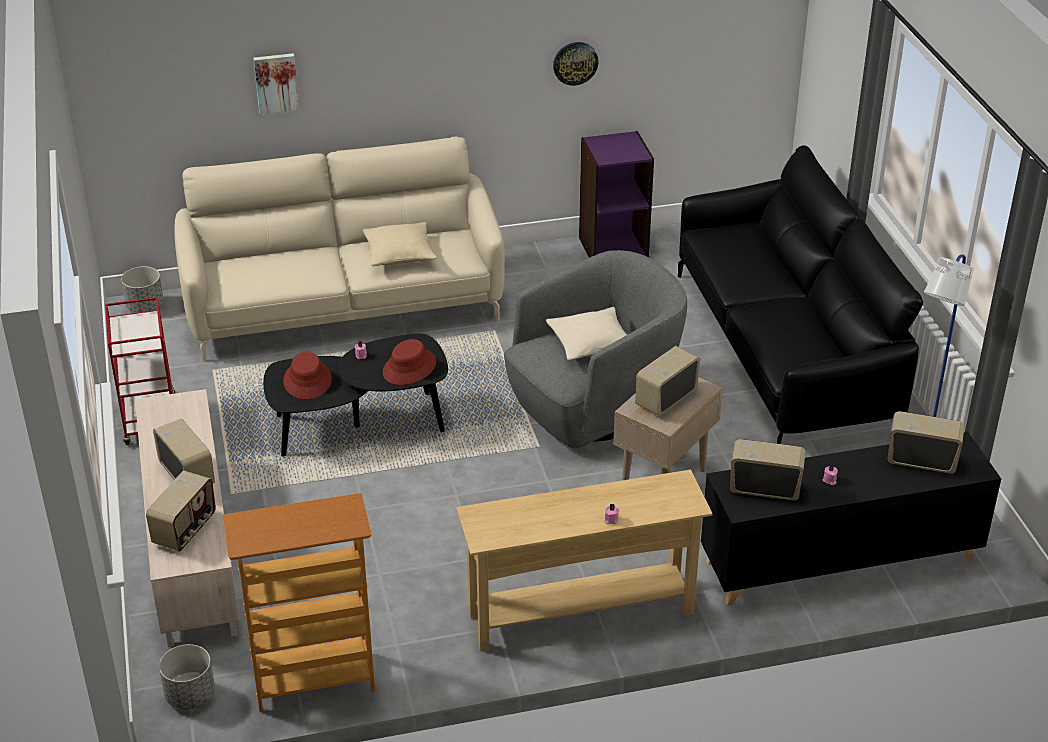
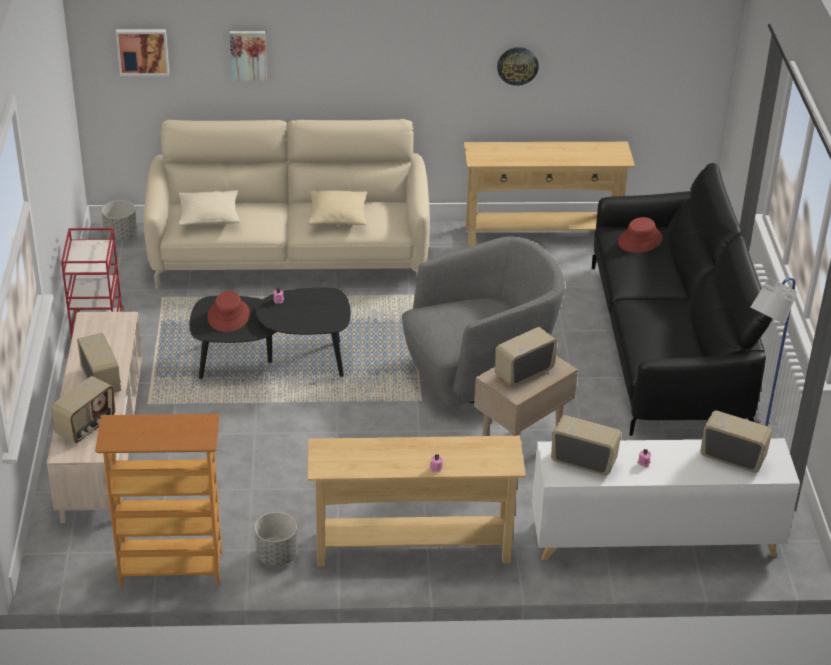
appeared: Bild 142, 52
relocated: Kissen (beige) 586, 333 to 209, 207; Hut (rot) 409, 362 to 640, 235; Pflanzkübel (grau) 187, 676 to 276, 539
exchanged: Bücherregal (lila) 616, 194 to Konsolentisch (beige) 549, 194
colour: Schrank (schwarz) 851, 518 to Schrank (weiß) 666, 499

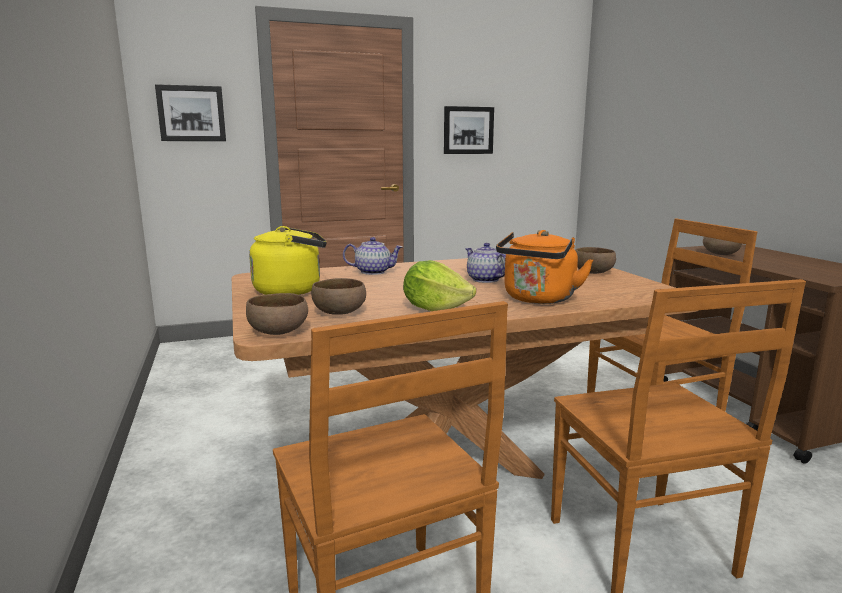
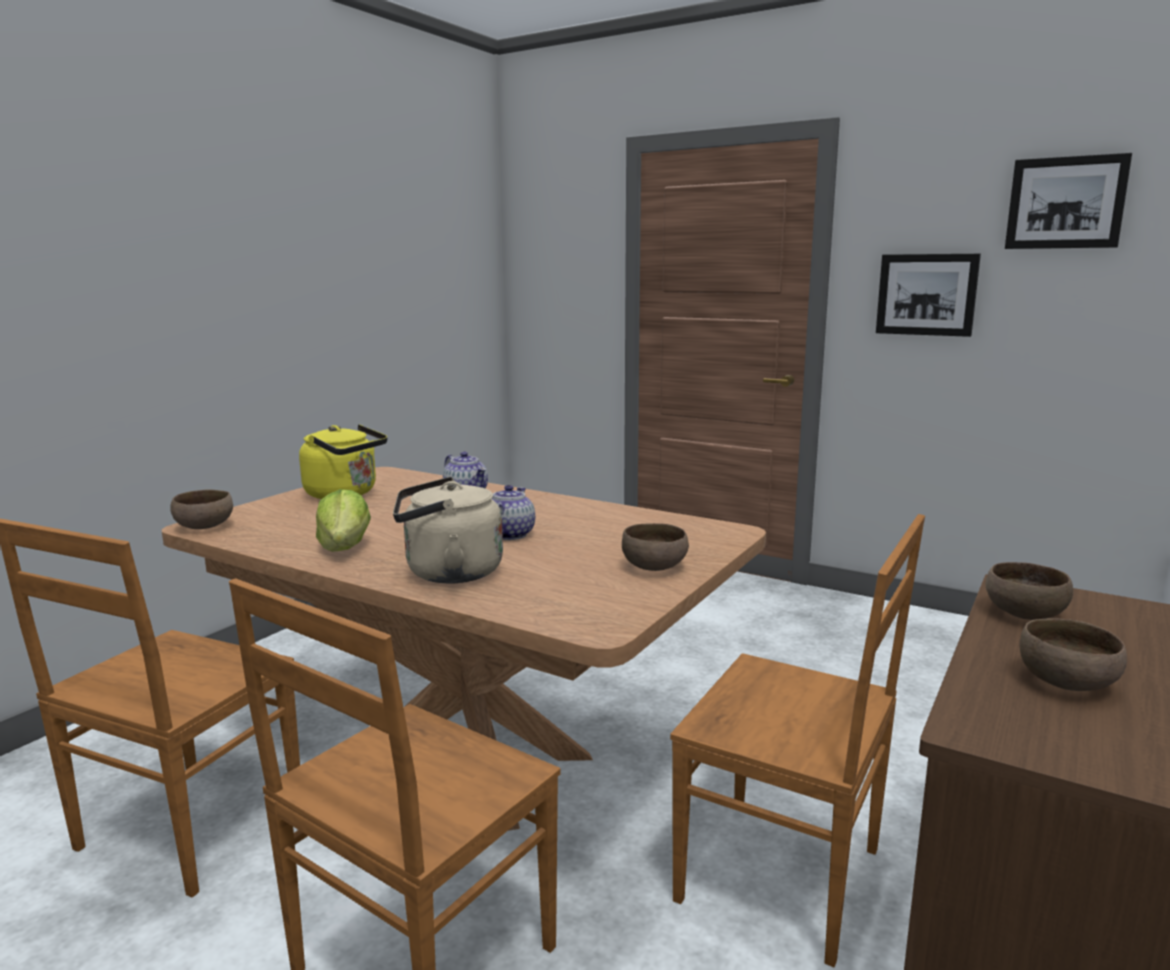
relocated: Bild 190, 112 to 1068, 201; Schüssel (braun) 338, 296 to 1073, 654
colour: Wasserkessel (orange) 544, 267 to Wasserkessel (beige) 448, 530

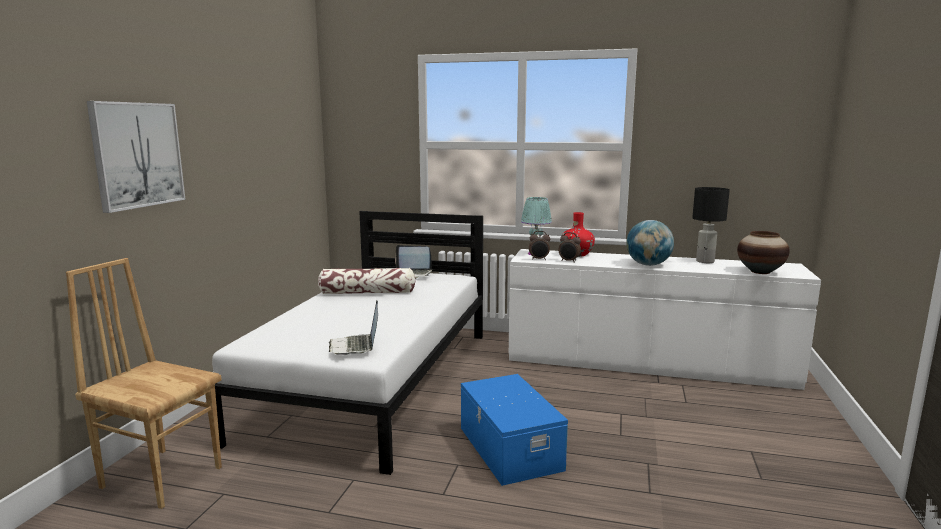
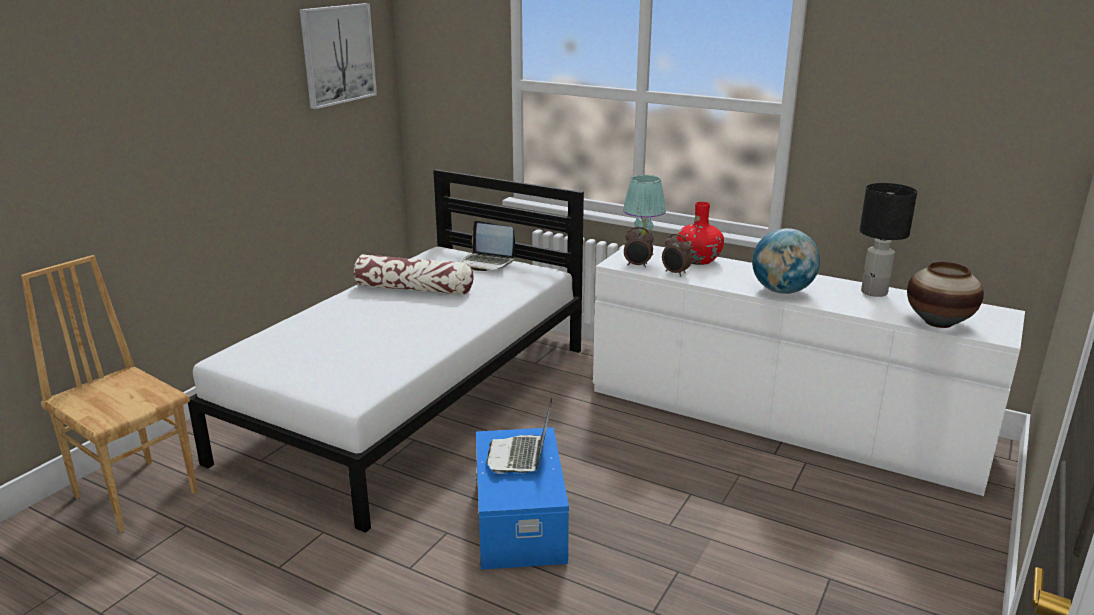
relocated: Bild 136, 157 to 338, 56; Laptop 353, 328 to 519, 435

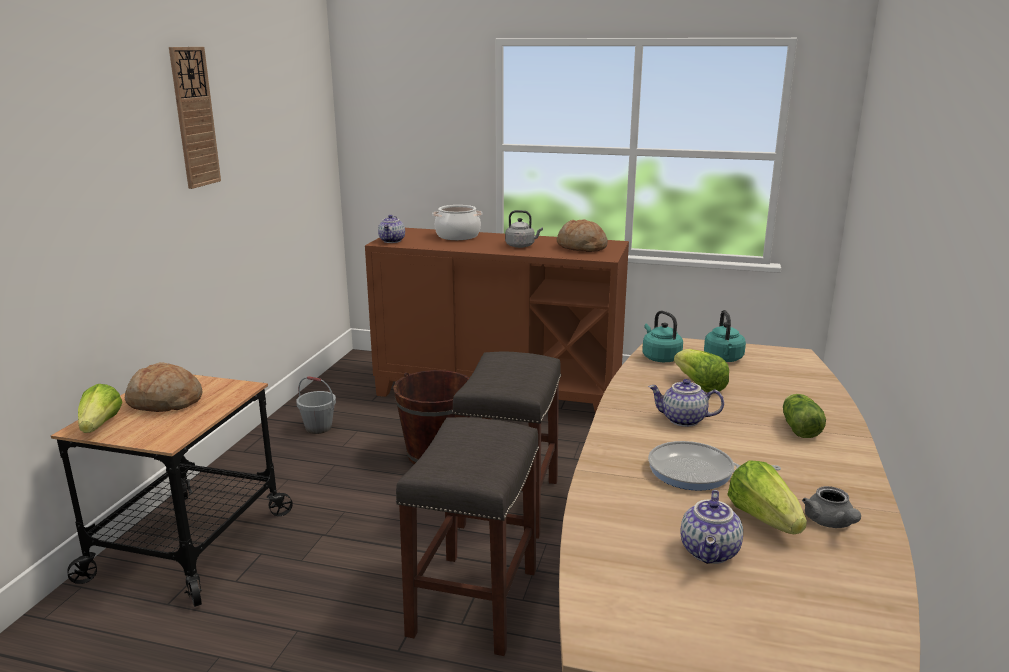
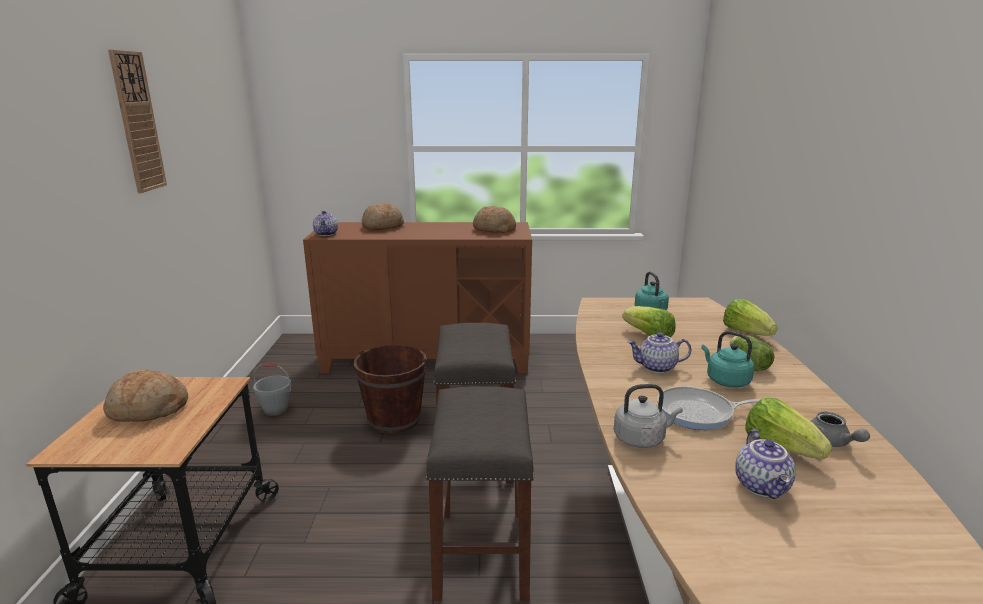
relocated: Wasserkessel (grau) 524, 229 to 648, 416; Wasserkessel (türkis) 662, 336 to 727, 359; Salatkopf 100, 408 to 750, 317
exchanged: Kochtopf 457, 222 to Brot 383, 217

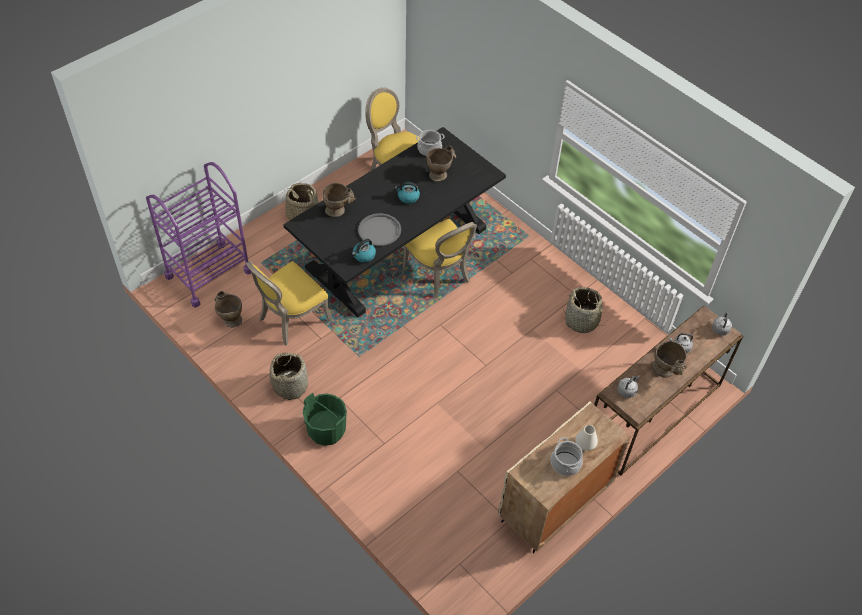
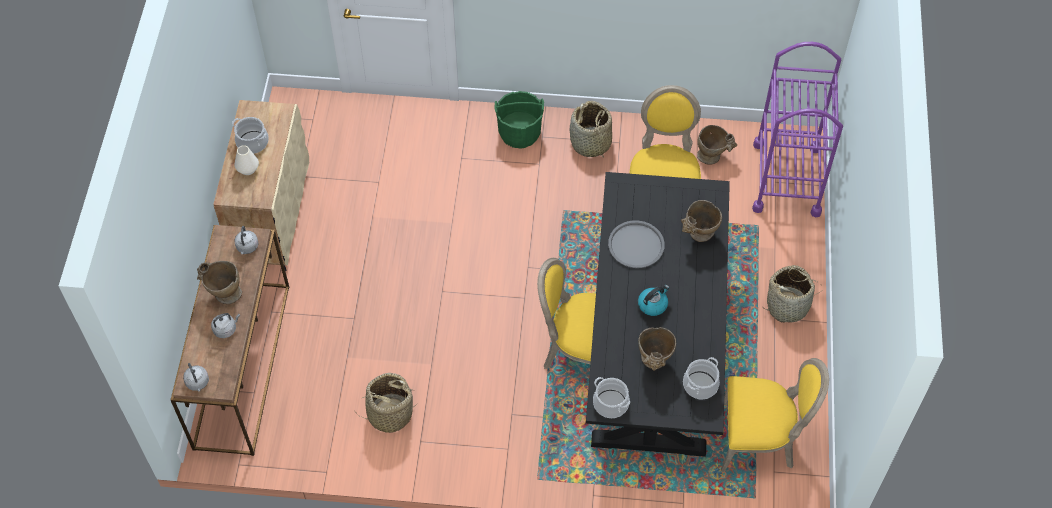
missing: Wasserkessel 364, 251
appeared: Kochtopf 611, 397

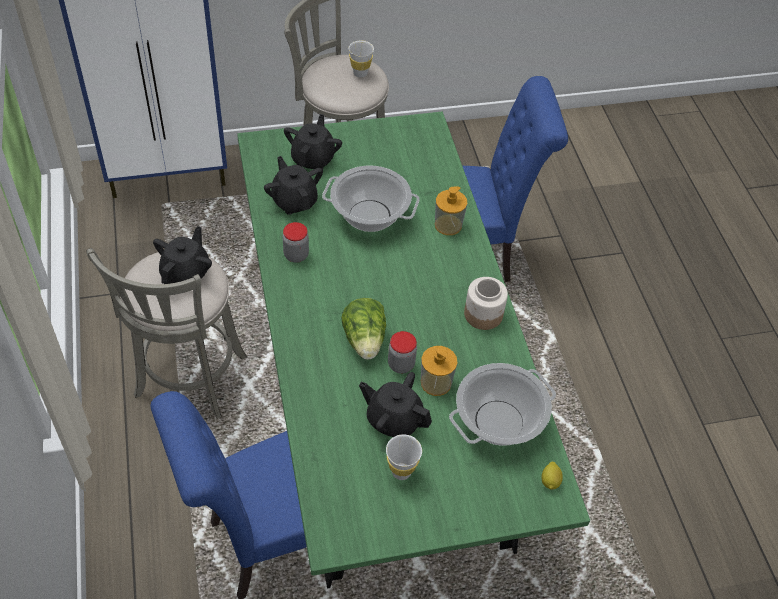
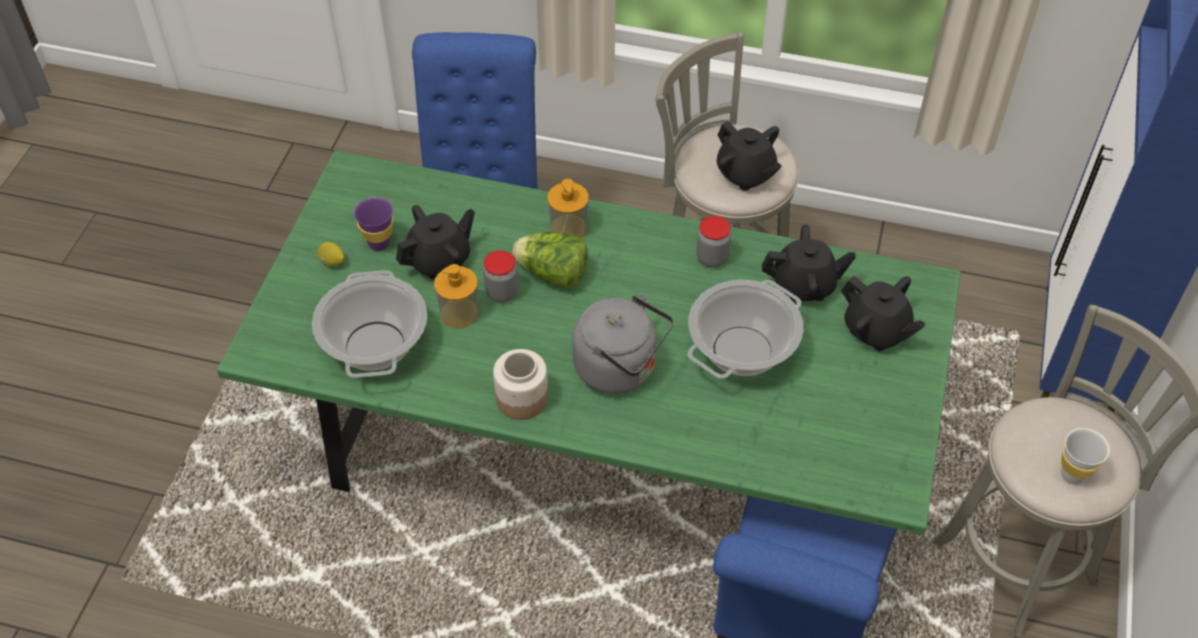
appeared: Wasserkessel (grau) 623, 344
relocated: Seifenspender 451, 210 to 568, 208; Zitrone 552, 476 to 331, 254
colour: Tasse (weiß) 404, 457 to Tasse (lila) 373, 224

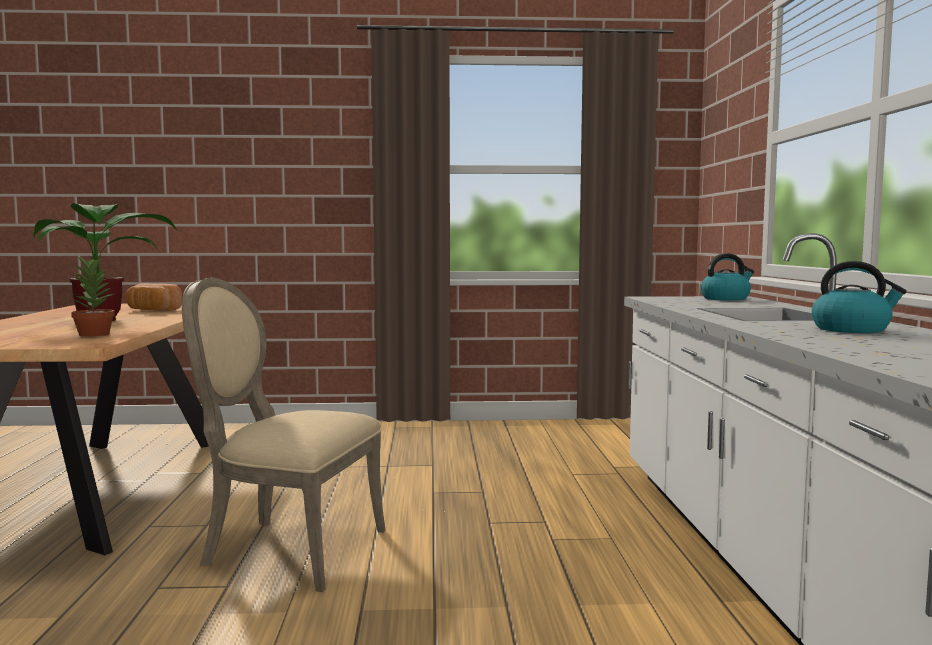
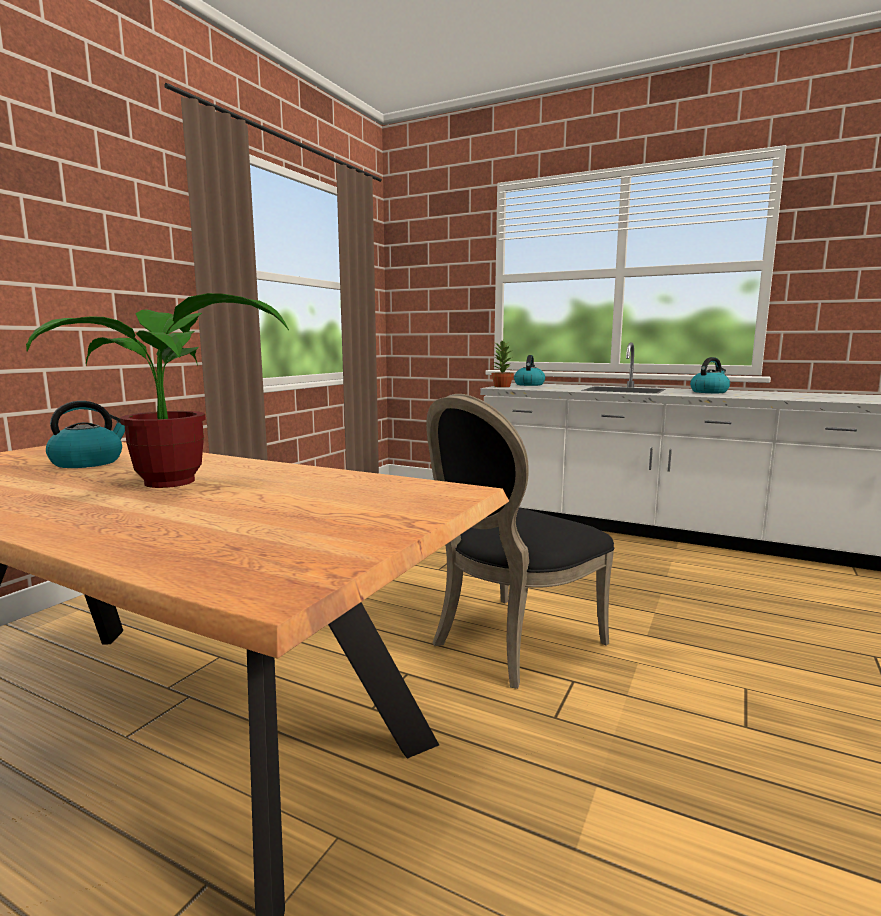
relocated: Topfpflanze 93, 297 to 502, 364
exchanged: Brot 154, 297 to Wasserkessel 85, 434
colour: Stuhl (beige) 284, 435 to Stuhl (schwarz) 520, 541

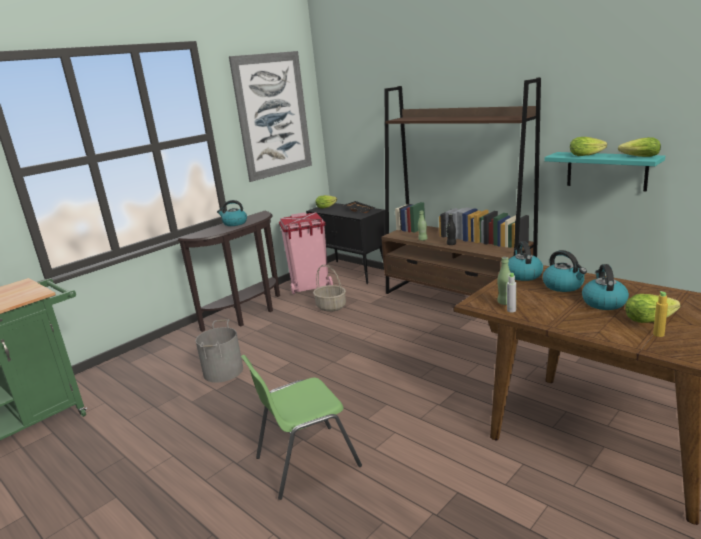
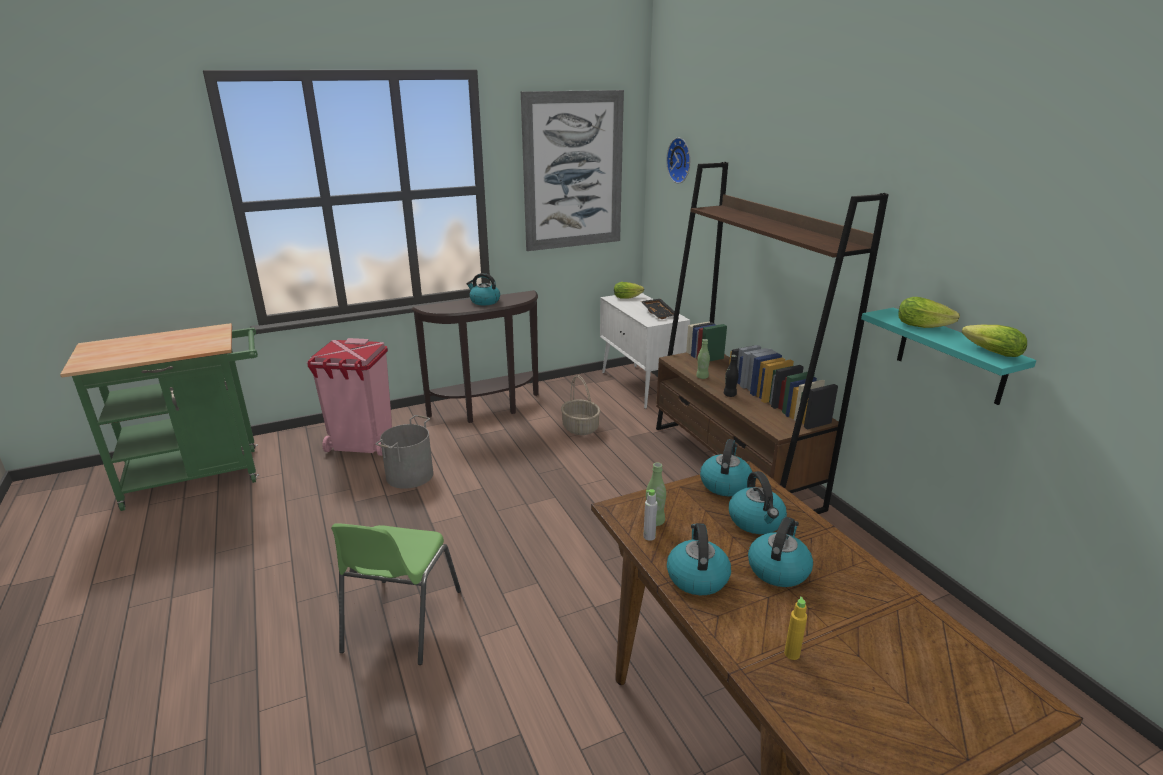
missing: Salatkopf 652, 308
appeared: Wanduhr 678, 160; Wasserkessel 699, 559
relocated: Mülleimer (rosa) 306, 253 to 349, 397
colour: Schrank (schwarz) 345, 243 to Schrank (weiß) 645, 351
spun: Stuhl (grün) 301, 427 = 396, 594 75 degrees counterclockwise

